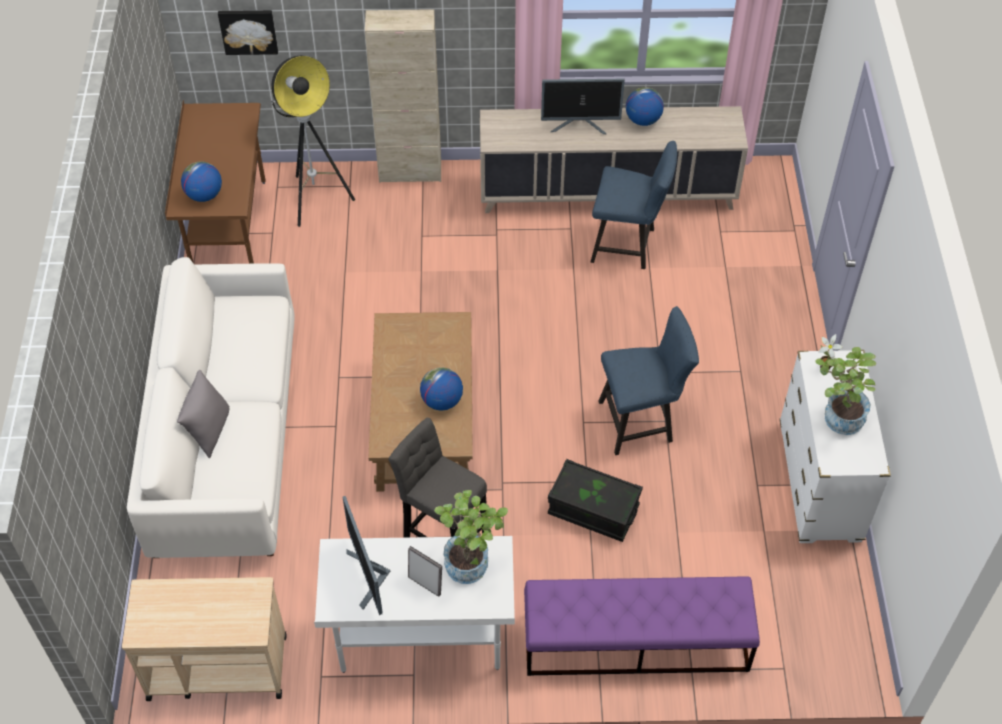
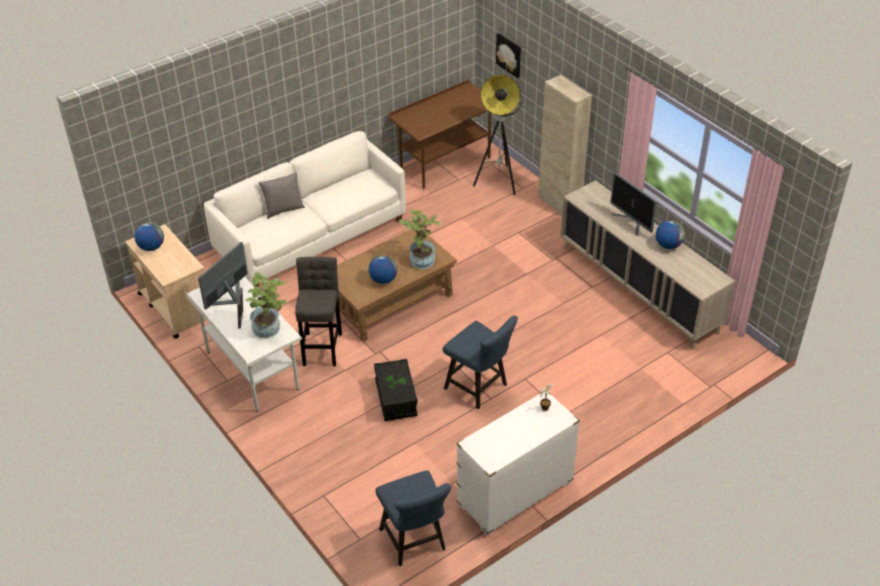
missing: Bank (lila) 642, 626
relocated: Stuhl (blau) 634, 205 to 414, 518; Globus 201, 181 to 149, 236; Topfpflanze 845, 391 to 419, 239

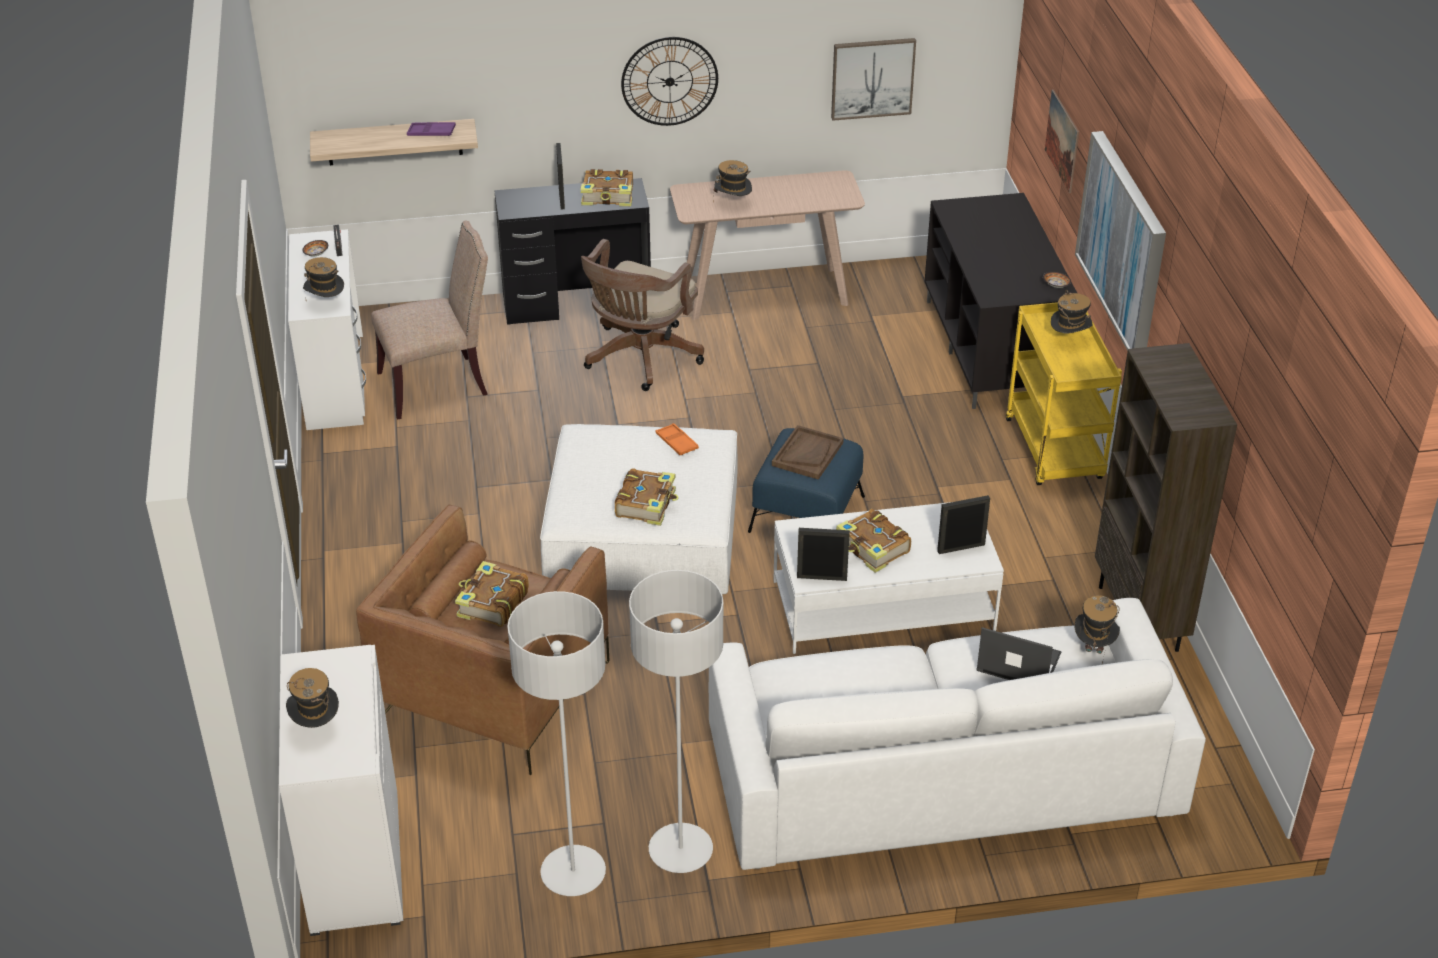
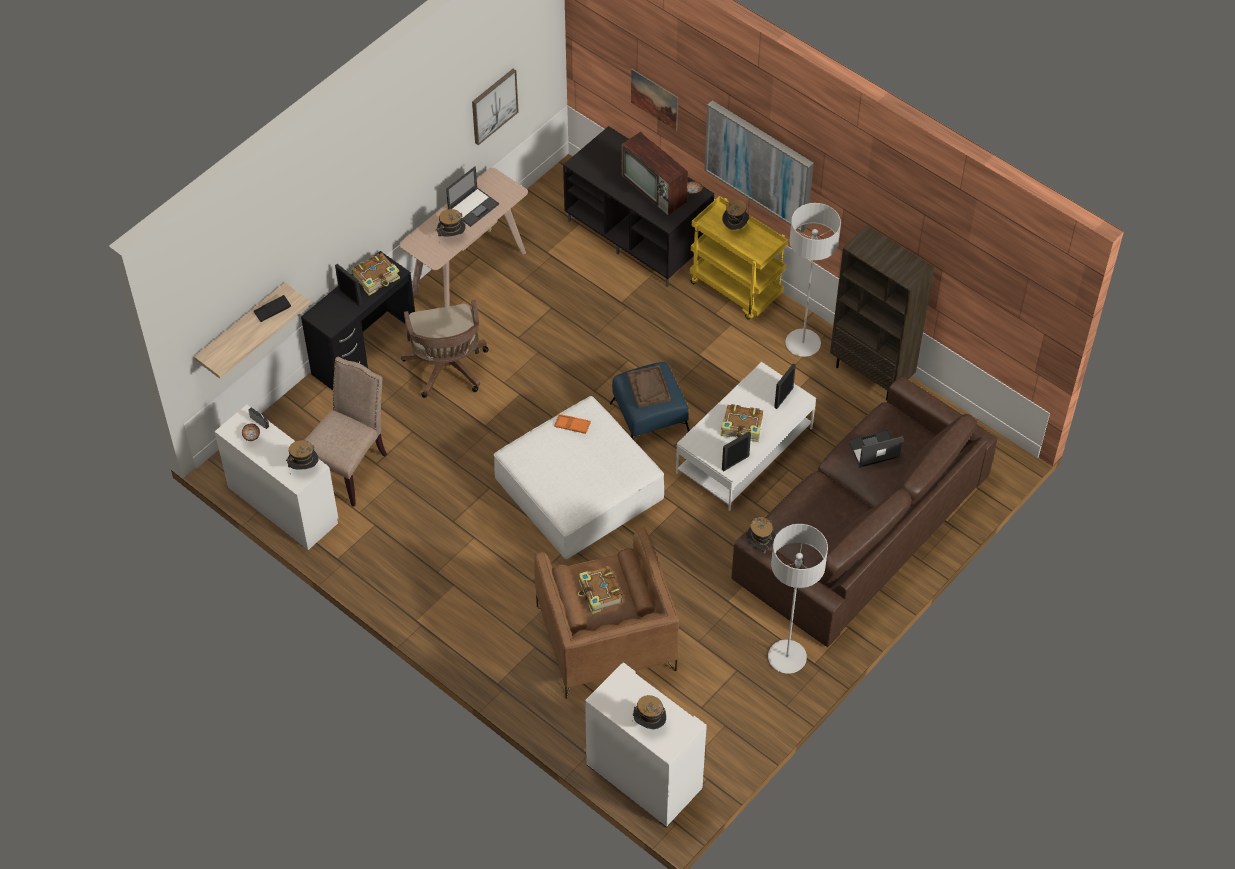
missing: Wanduhr 669, 81; Buch 647, 497
appeared: Fernseher 655, 173; Laptop 472, 196
relocated: Stehlampe (grau) 556, 743 to 813, 280; Hut 1097, 629 to 761, 535
colour: Tablett (lila) 431, 129 to Tablett (schwarz) 272, 308; Sofa (weiß) 957, 734 to Sofa (braun) 864, 511

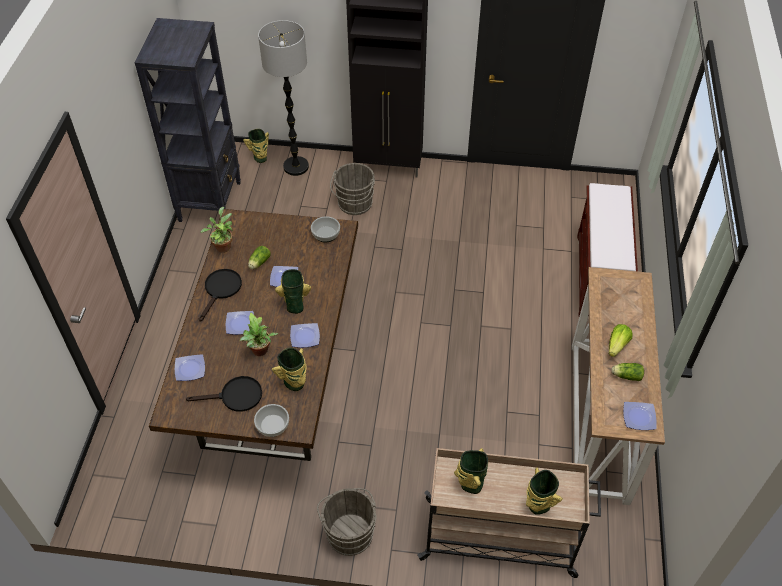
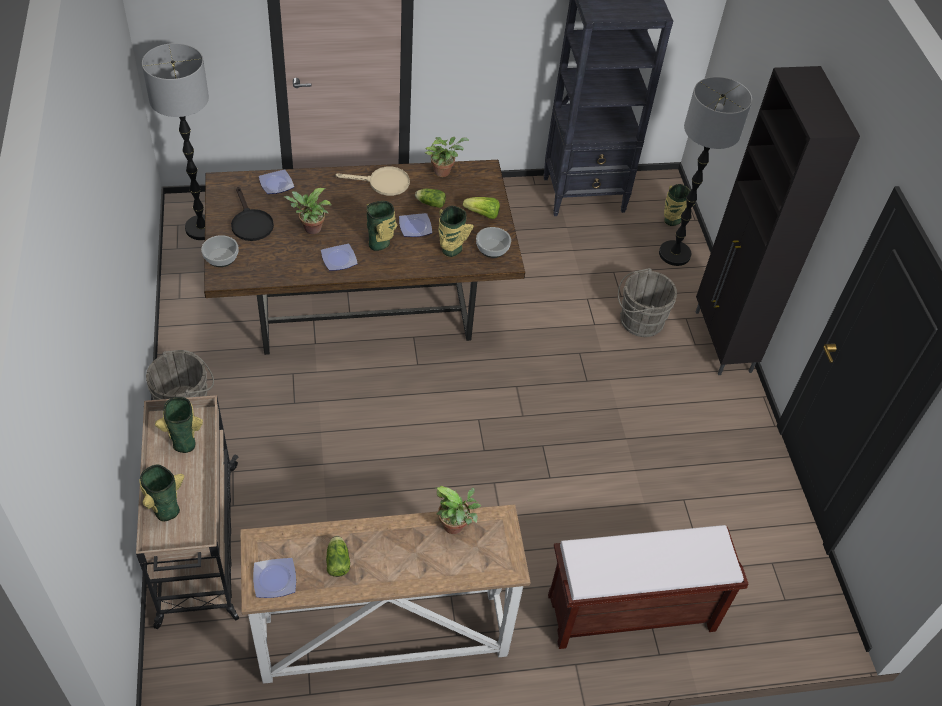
missing: Teller 240, 323
appeared: Stehlampe 175, 141; Topfpflanze 458, 510
relocated: Salatkopf 620, 340 to 481, 208; Vase 289, 369 to 456, 231
colour: Pfanne (schwarz) 220, 295 to Pfanne (beige) 372, 181

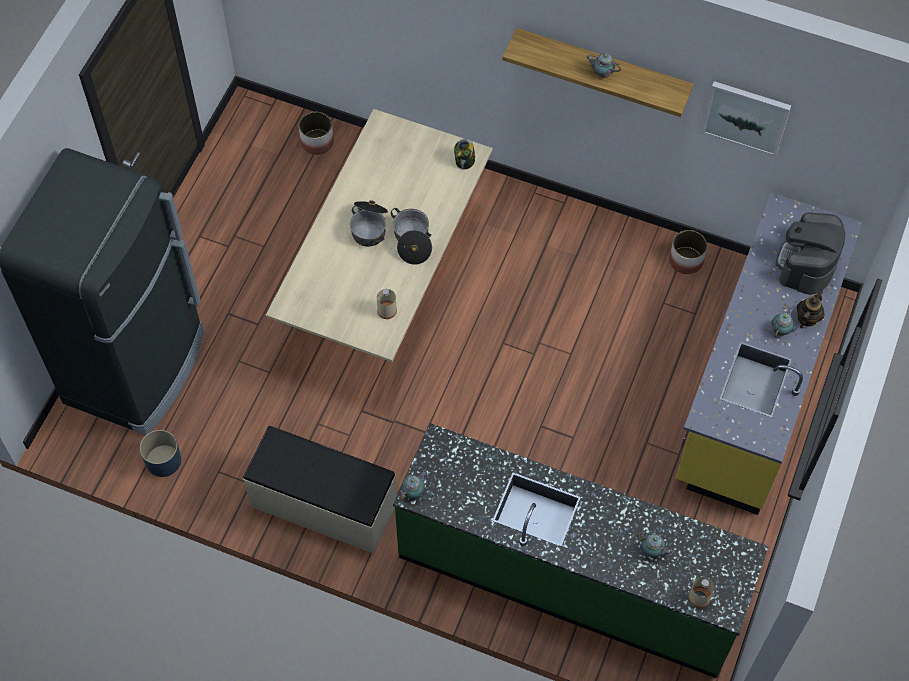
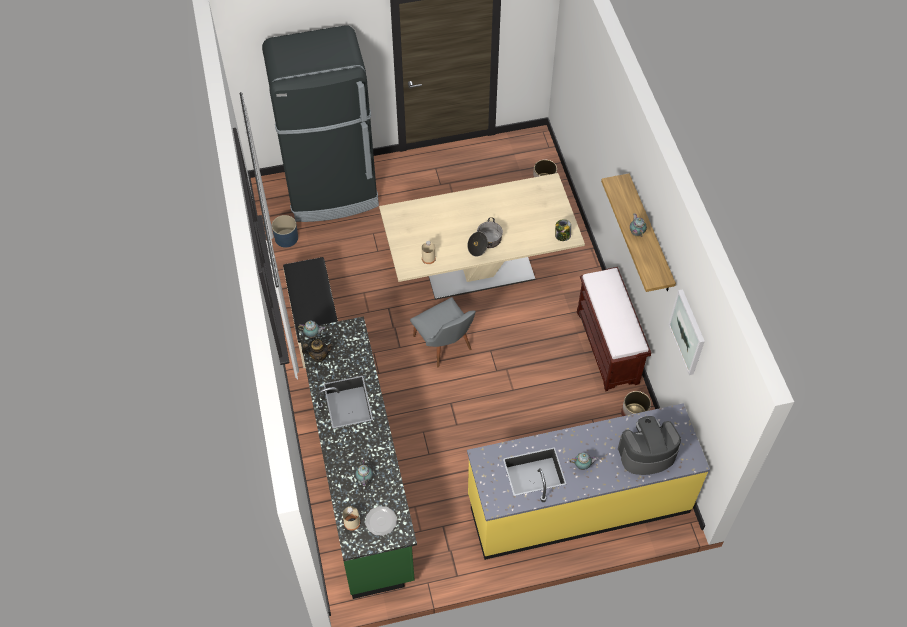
missing: Kochtopf 369, 223
appeared: Bank (braun) 614, 329; Stuhl (grau) 443, 332; Teller 381, 521
relocated: Teekanne 811, 309 to 317, 350

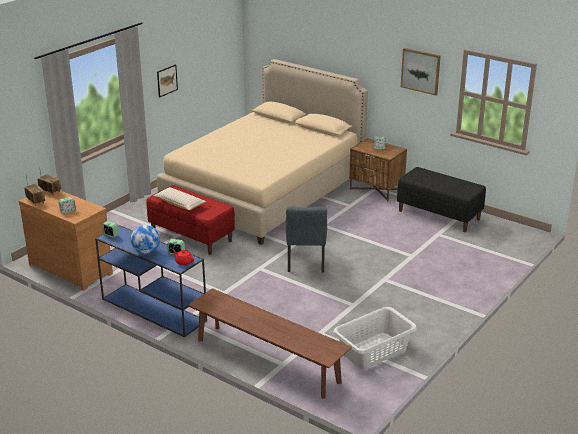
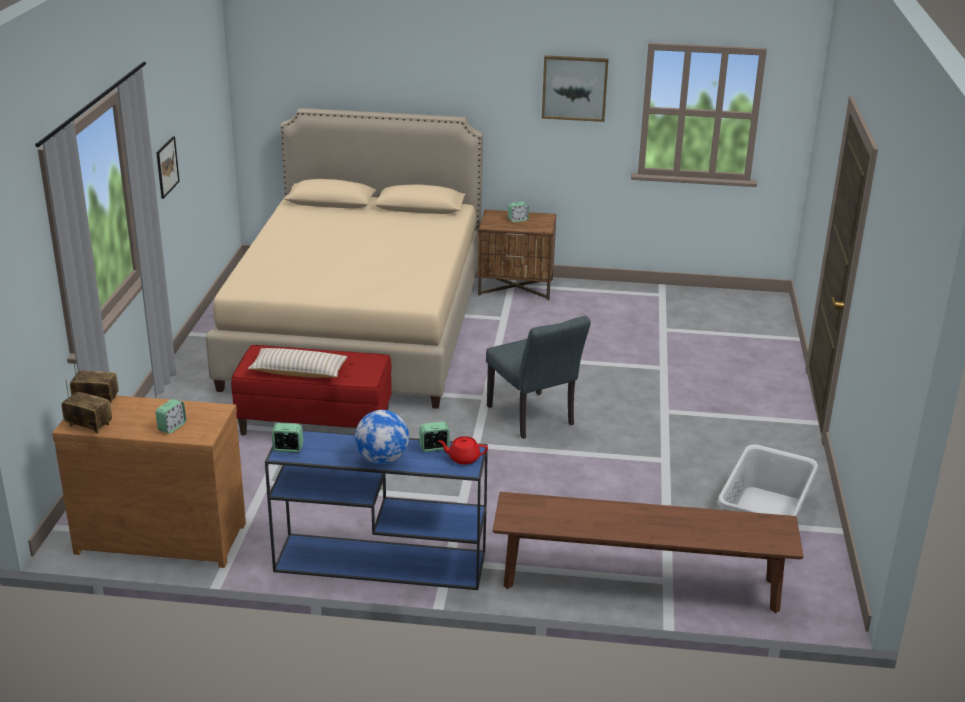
missing: Bank (schwarz) 441, 199

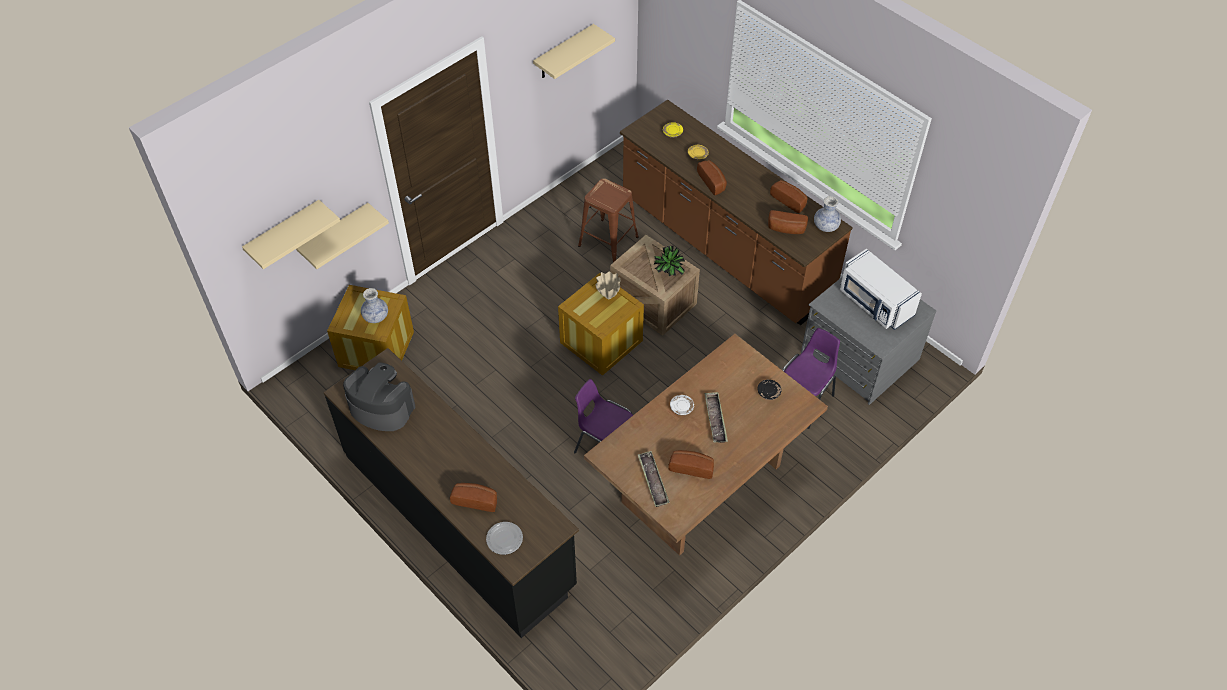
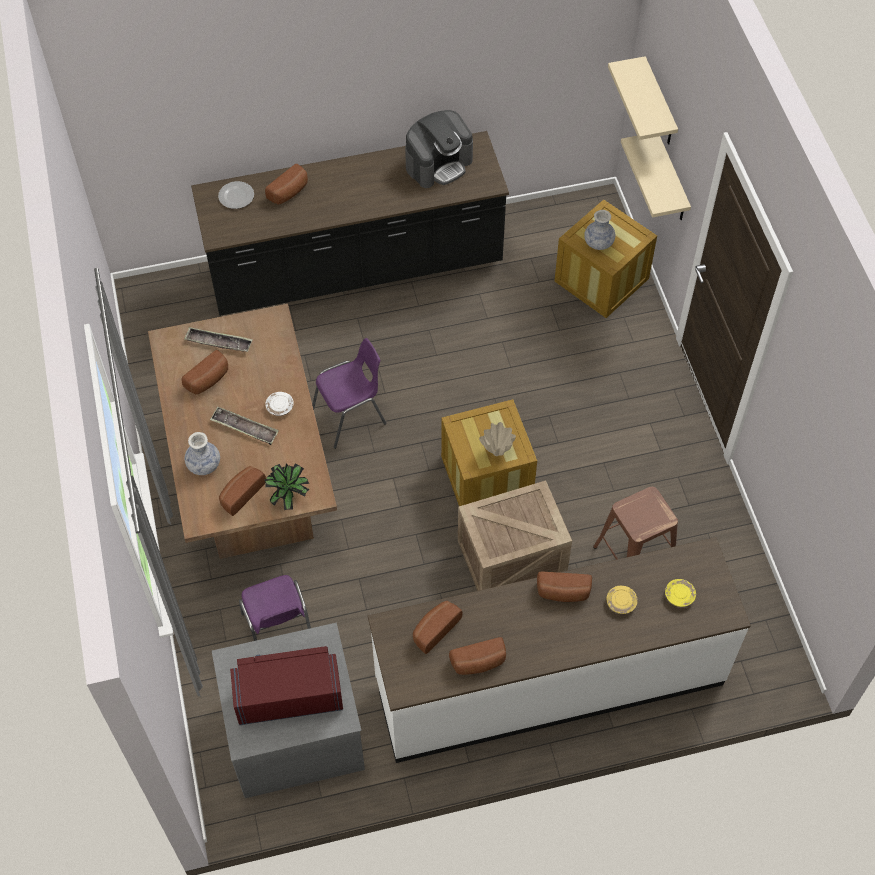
missing: Wandregal (beige) 574, 51
relocated: Vase 827, 214 to 202, 453; Topfpflanze 669, 261 to 287, 486
exchanged: Teller (schwarz) 770, 390 to Brot 242, 491
colour: Küchenzeile (braun) 736, 212 to Küchenzeile (weiß) 559, 650; Mikrowelle (weiß) 881, 289 to Mikrowelle (rot) 286, 685

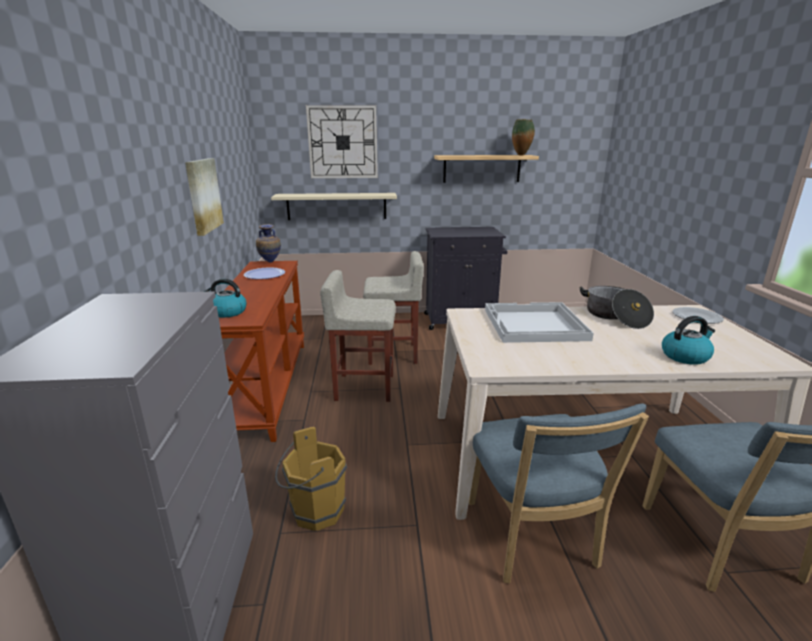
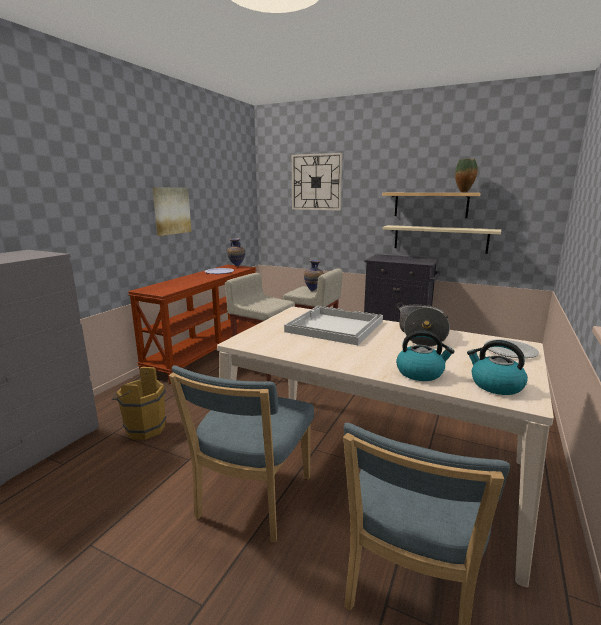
appeared: Vase 314, 275
relocated: Wandregal (beige) 334, 206 to 441, 239; Wasserkessel 225, 298 to 497, 367

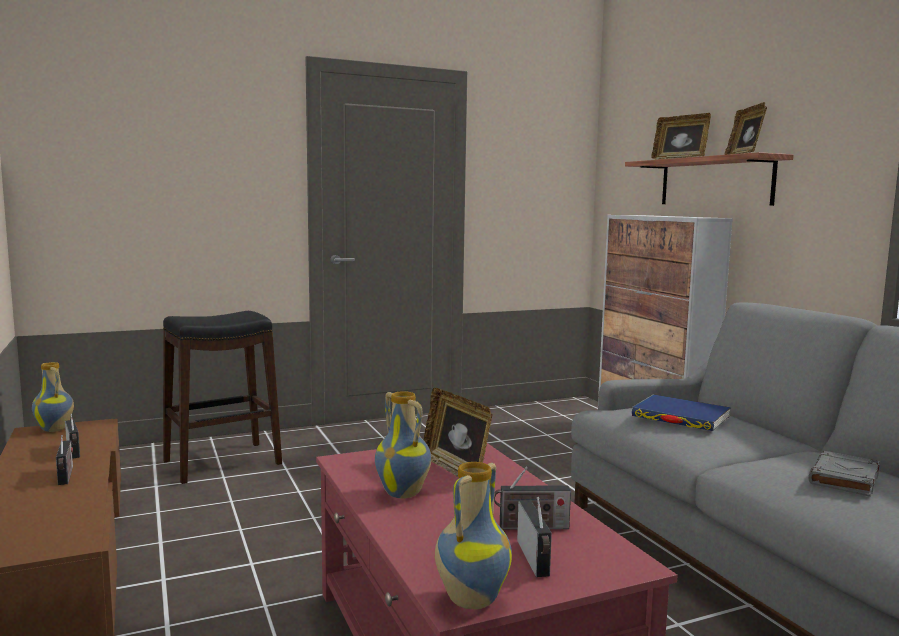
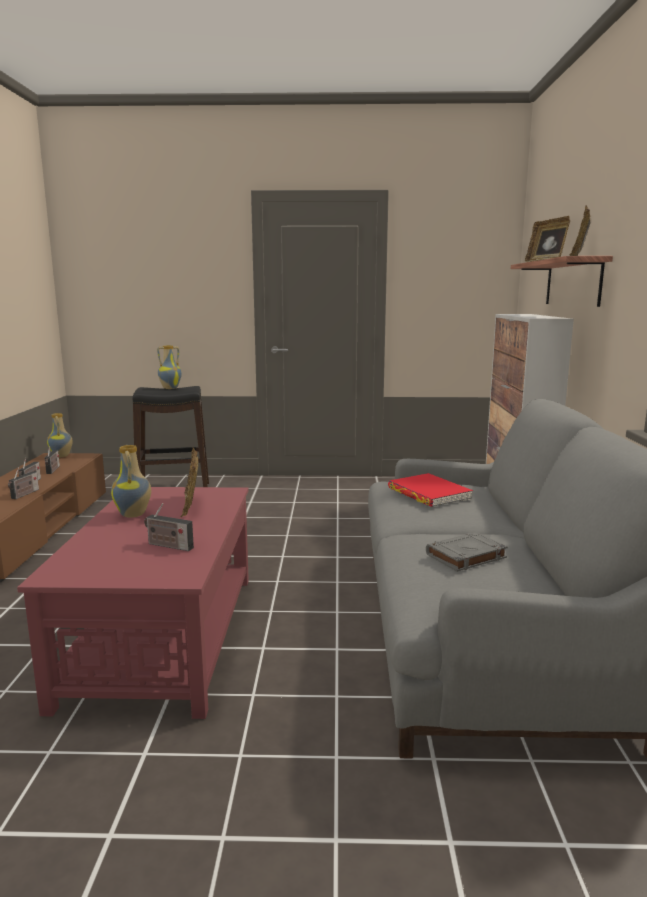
relocated: Vase 473, 535 to 169, 367; Radio 534, 537 to 23, 483
colour: Buch (blau) 681, 412 to Buch (rot) 430, 490

